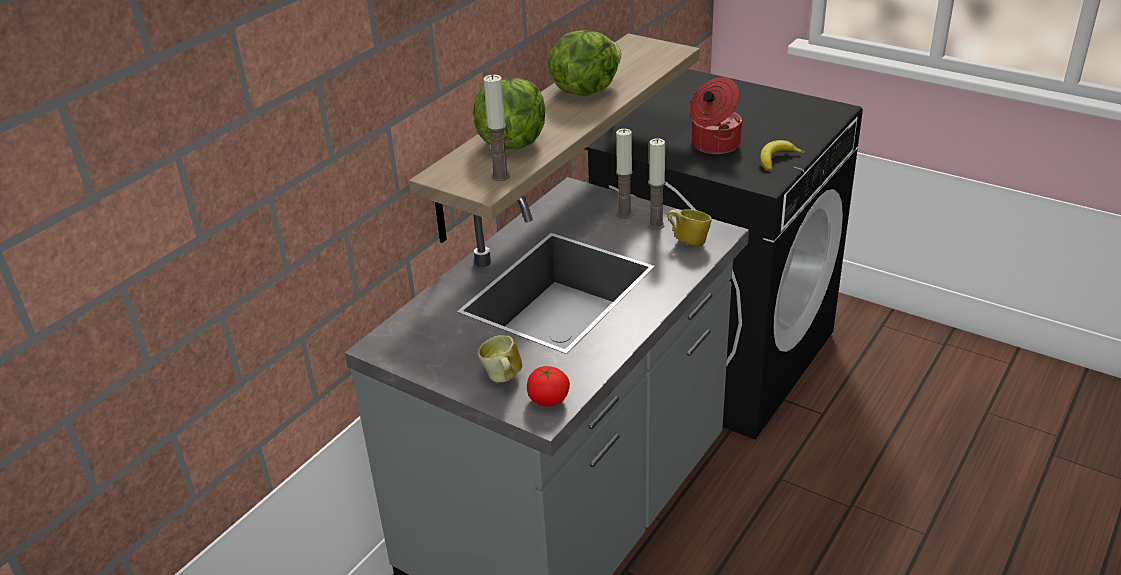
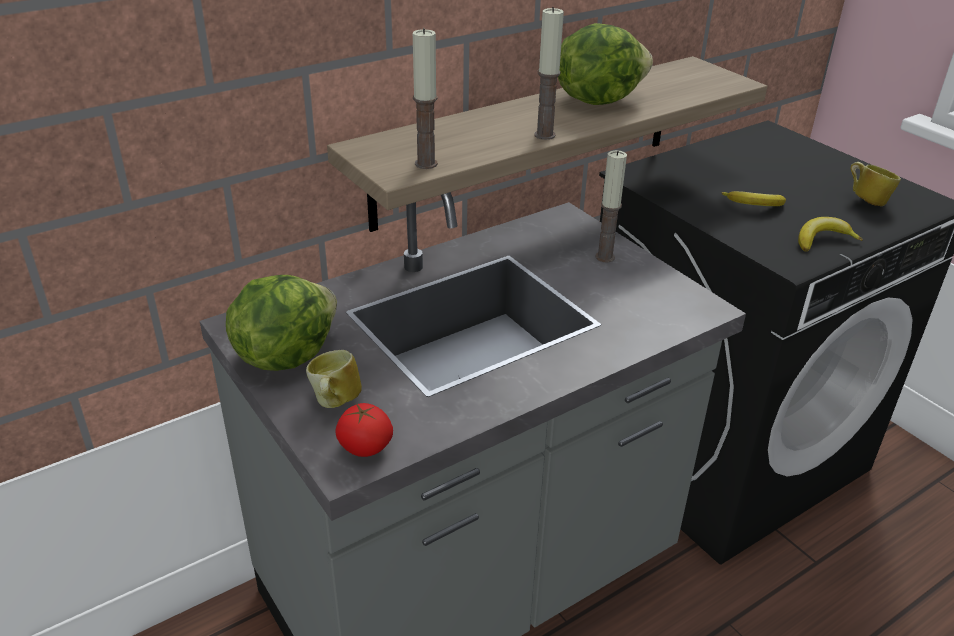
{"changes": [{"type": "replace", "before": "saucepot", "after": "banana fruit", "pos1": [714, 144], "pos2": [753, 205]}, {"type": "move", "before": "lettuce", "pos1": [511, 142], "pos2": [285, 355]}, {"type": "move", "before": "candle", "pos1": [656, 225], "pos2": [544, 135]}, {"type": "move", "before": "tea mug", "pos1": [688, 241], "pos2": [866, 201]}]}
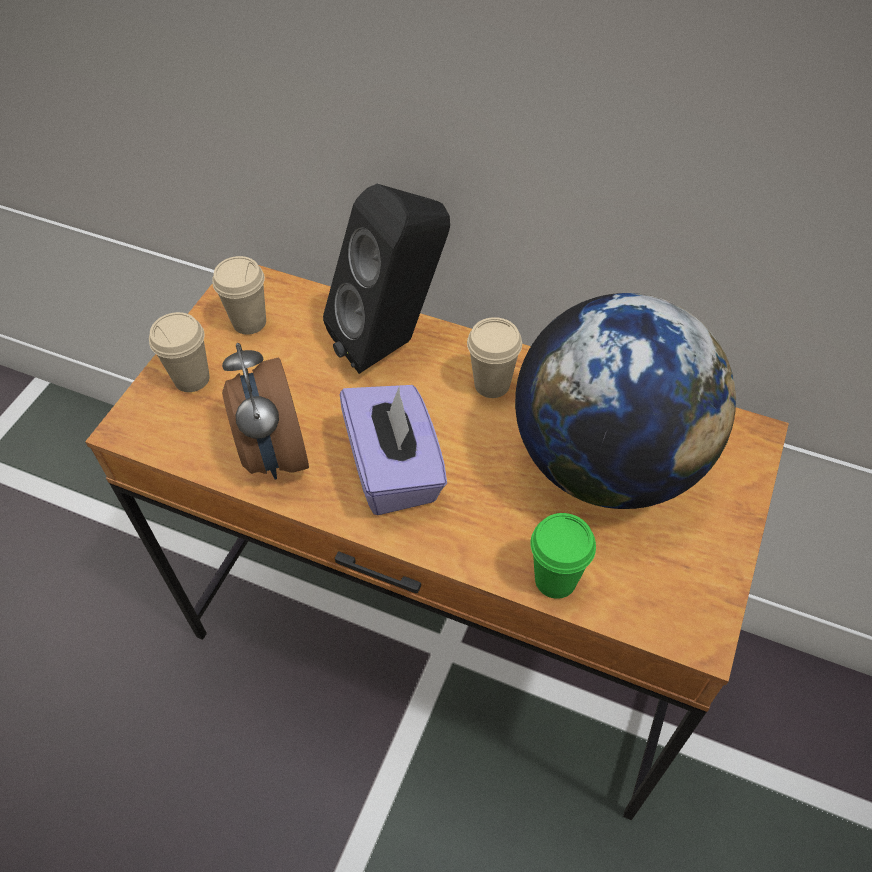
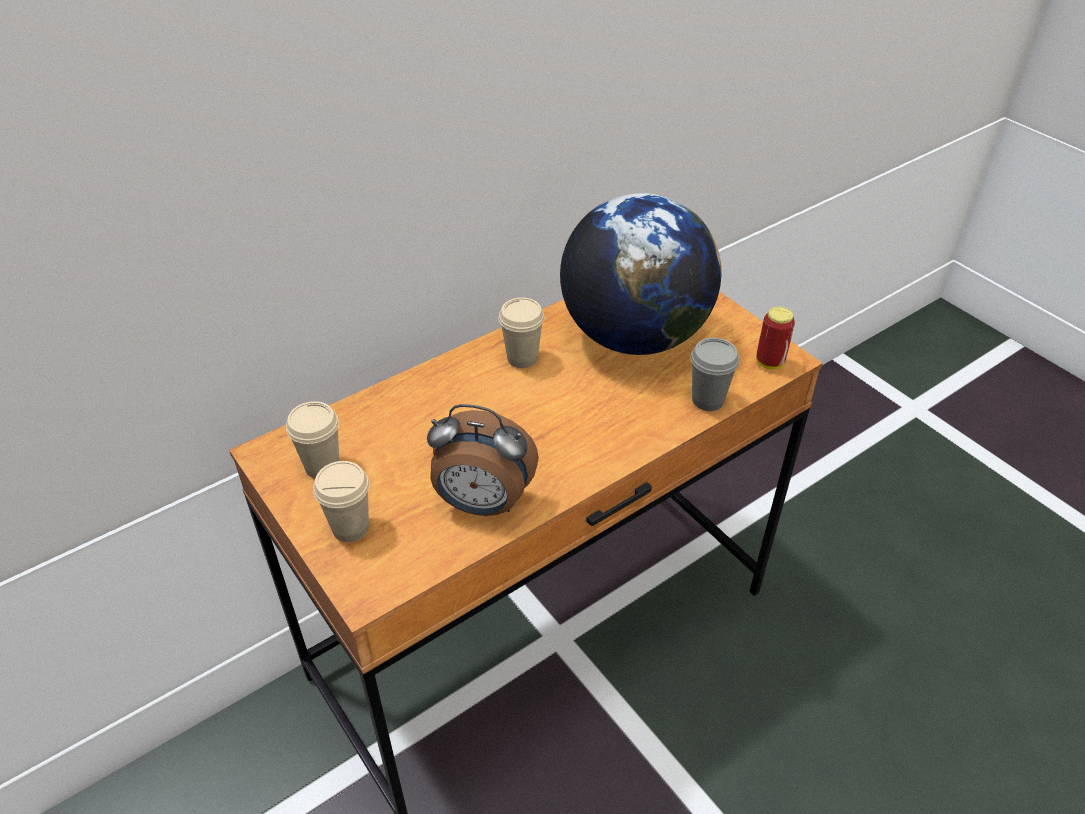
{"changes": [{"type": "delete", "before": "blackish loudspeaker", "pos1": [393, 343]}, {"type": "delete", "before": "purple tissue holder", "pos1": [395, 469]}, {"type": "recolor", "before": "green-coloured drinking cup", "after": "gray drinking cup", "pos1": [555, 579], "pos2": [707, 400]}, {"type": "insert", "after": "sealed can", "pos2": [769, 362]}]}
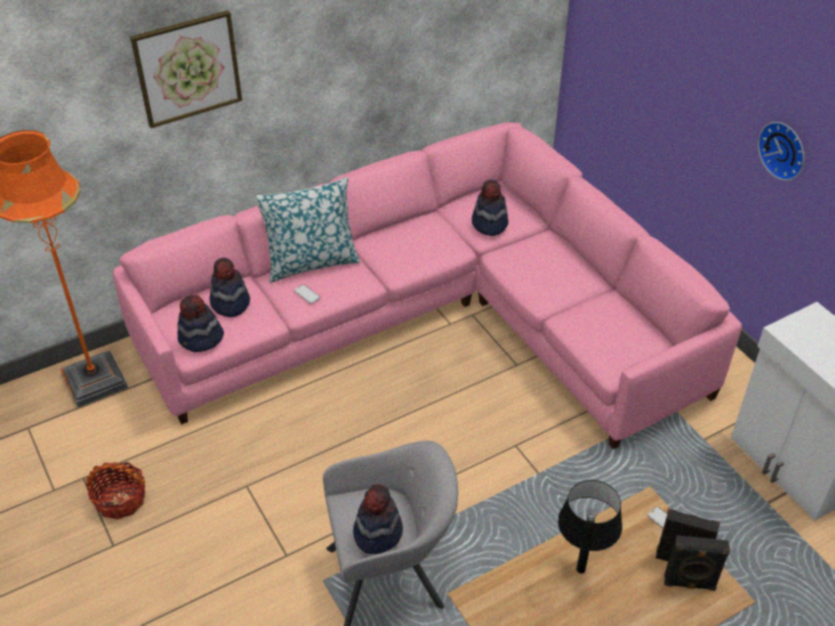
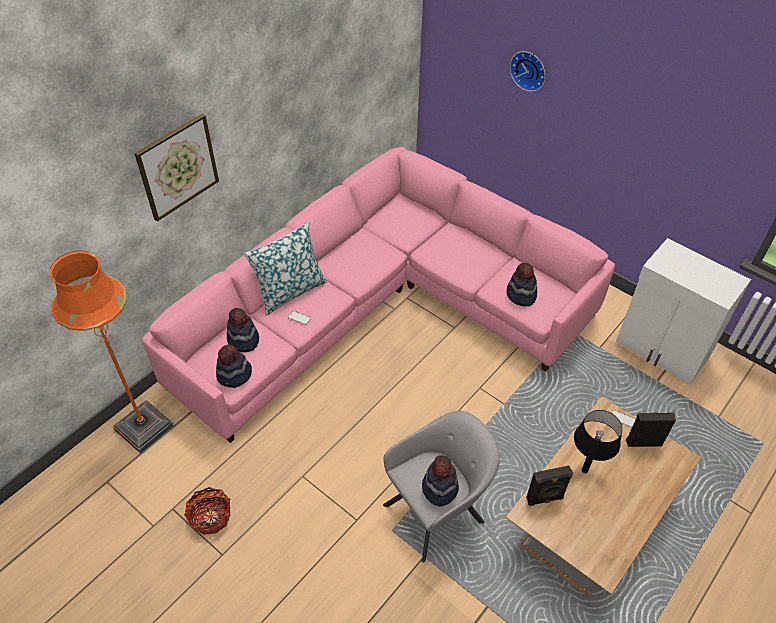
{"changes": [{"type": "move", "before": "wall clock", "pos1": [784, 149], "pos2": [529, 70]}, {"type": "move", "before": "wearable hat", "pos1": [489, 224], "pos2": [520, 295]}, {"type": "move", "before": "blackish loudspeaker", "pos1": [689, 584], "pos2": [545, 499]}]}
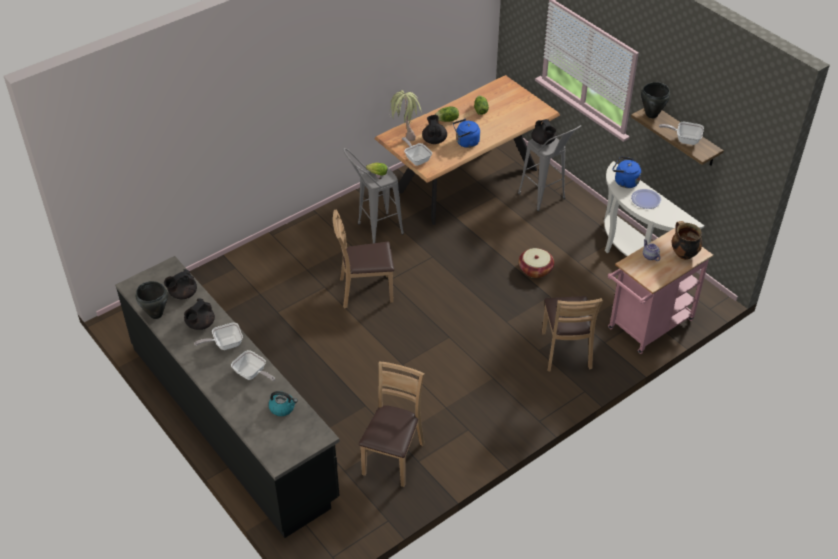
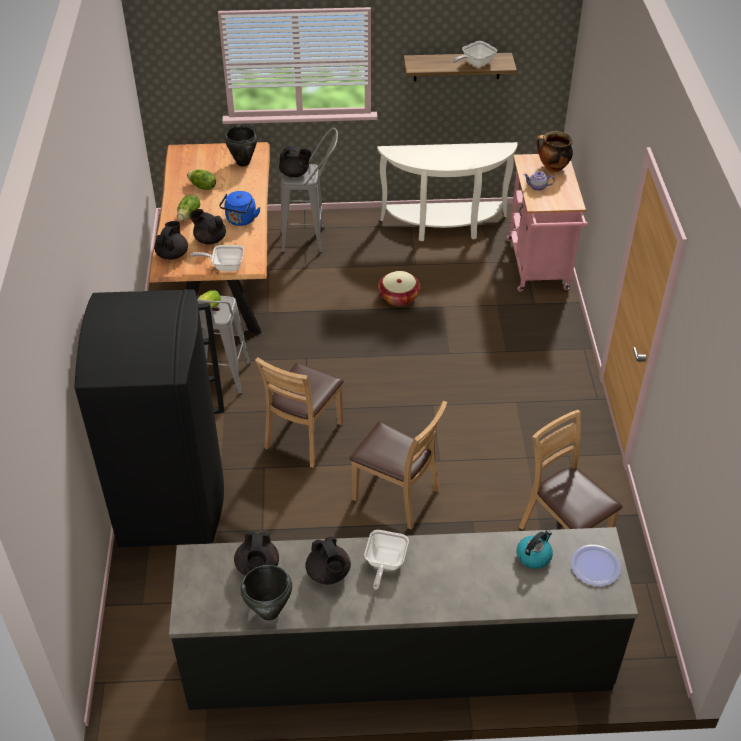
{"changes": [{"type": "move", "before": "blackish saucepot", "pos1": [651, 114], "pos2": [243, 163]}, {"type": "replace", "before": "potted plant", "after": "blackish teapot", "pos1": [404, 133], "pos2": [172, 254]}, {"type": "delete", "before": "bluish tea kettle", "pos1": [624, 182]}, {"type": "move", "before": "dinner plate", "pos1": [646, 199], "pos2": [595, 566]}, {"type": "move", "before": "brownish upright chair", "pos1": [565, 351], "pos2": [396, 496]}, {"type": "delete", "before": "skillet", "pos1": [252, 374]}, {"type": "insert", "after": "blackish fridge", "pos2": [172, 498]}]}
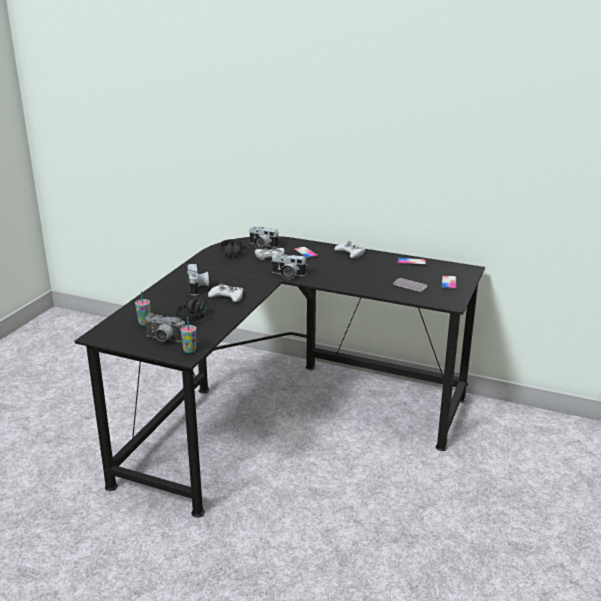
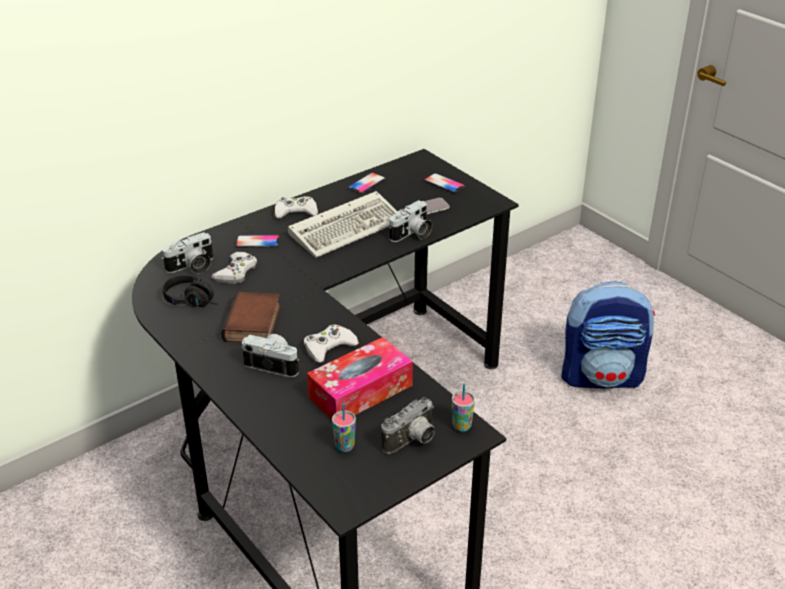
{"changes": [{"type": "move", "before": "photo camera", "pos1": [287, 275], "pos2": [412, 234]}, {"type": "replace", "before": "blackish headset", "after": "tissue holder", "pos1": [195, 315], "pos2": [360, 391]}, {"type": "insert", "after": "PC keyboard", "pos2": [348, 228]}, {"type": "insert", "after": "rucksack", "pos2": [602, 376]}, {"type": "insert", "after": "volume", "pos2": [254, 324]}]}
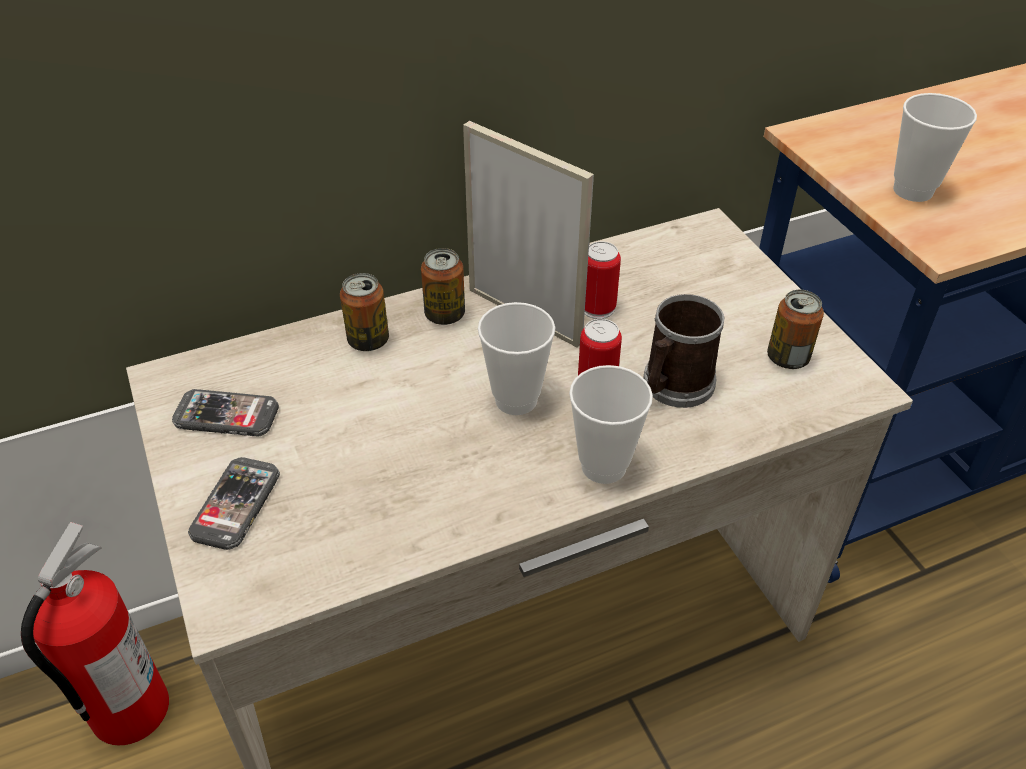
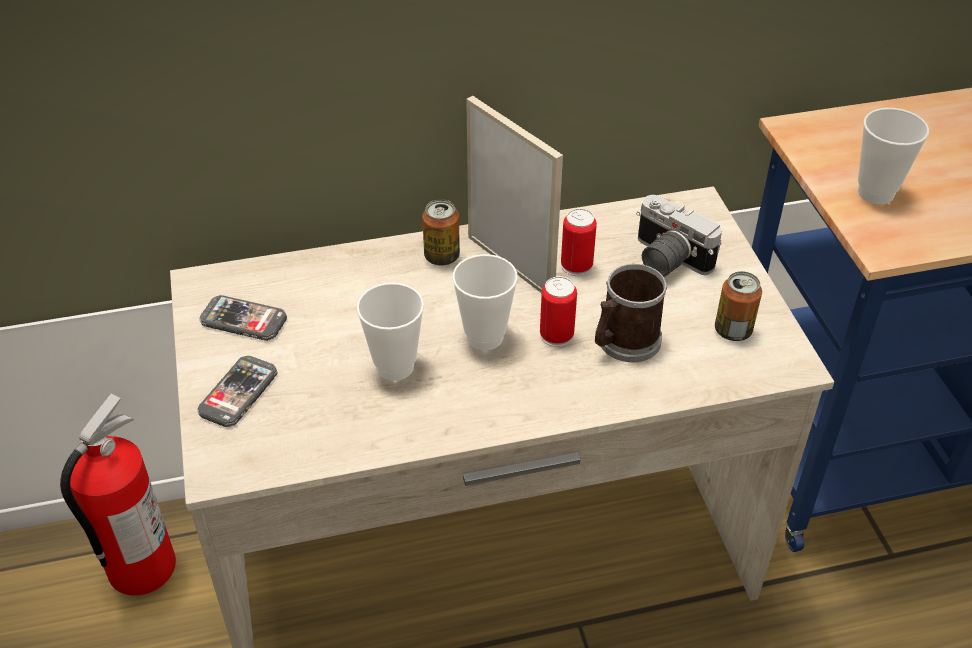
{"changes": [{"type": "delete", "before": "sealed can", "pos1": [368, 340]}, {"type": "move", "before": "drinking cup", "pos1": [603, 466], "pos2": [395, 367]}, {"type": "insert", "after": "photo camera", "pos2": [665, 260]}]}
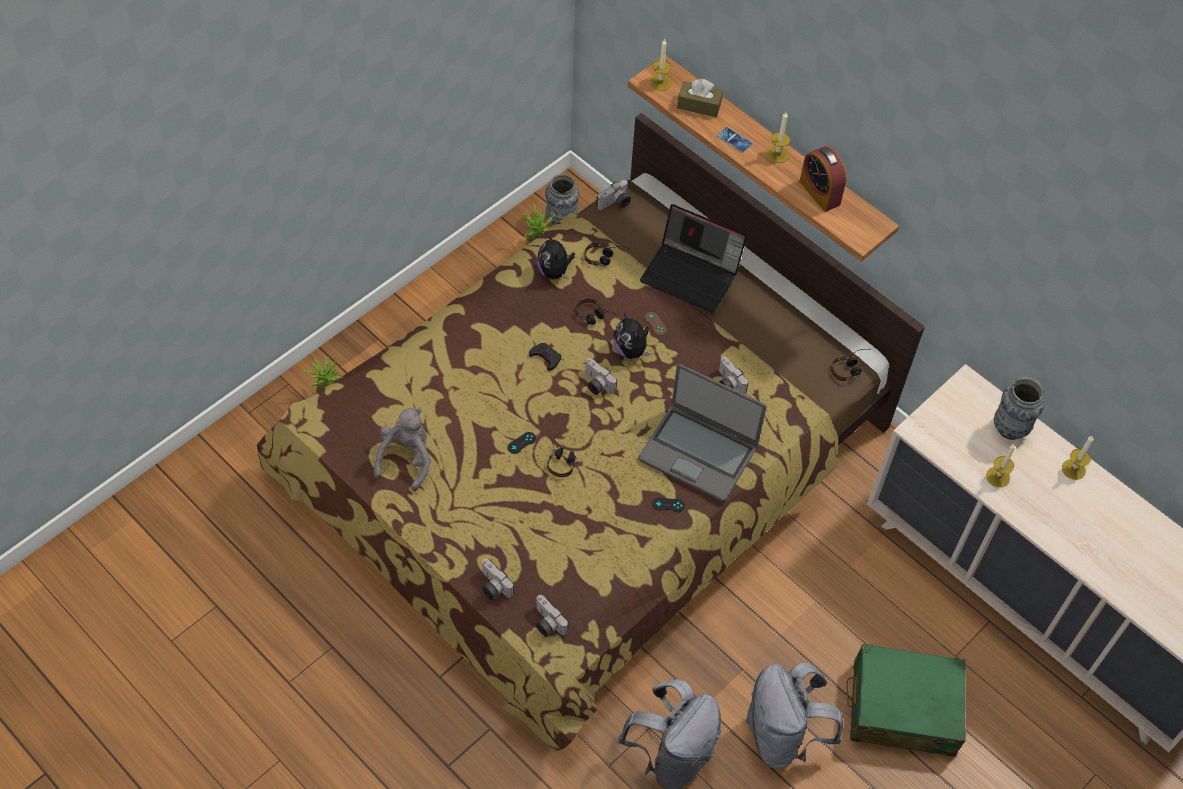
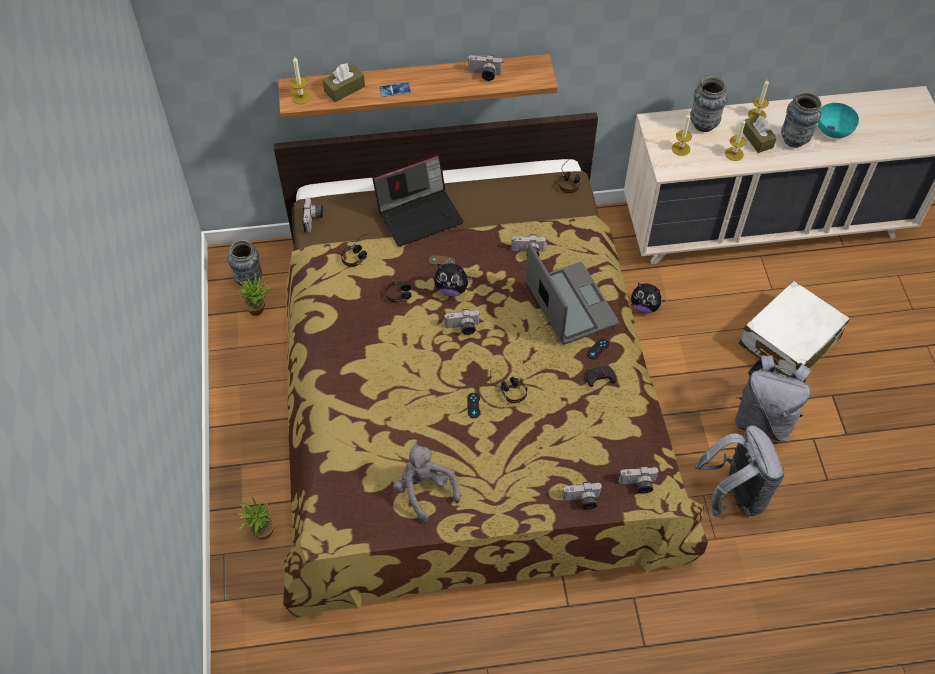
{"changes": [{"type": "move", "before": "candle", "pos1": [777, 154], "pos2": [681, 148]}, {"type": "replace", "before": "bedside clock", "after": "photo camera", "pos1": [819, 192], "pos2": [484, 75]}, {"type": "move", "before": "soft toy", "pos1": [554, 272], "pos2": [645, 306]}, {"type": "move", "before": "blackish game controller", "pos1": [546, 357], "pos2": [600, 377]}, {"type": "rotate", "before": "notebook computer", "pos1": [698, 453], "pos2": [569, 305], "turn": -90}, {"type": "recolor", "before": "green-coloured piece of luggage", "after": "white-coloured piece of luggage", "pos1": [902, 708], "pos2": [789, 341]}, {"type": "insert", "after": "vase", "pos2": [794, 140]}, {"type": "insert", "after": "turquoise-coloured serving bowl", "pos2": [833, 130]}, {"type": "insert", "after": "brownish tissue holder", "pos2": [757, 139]}]}
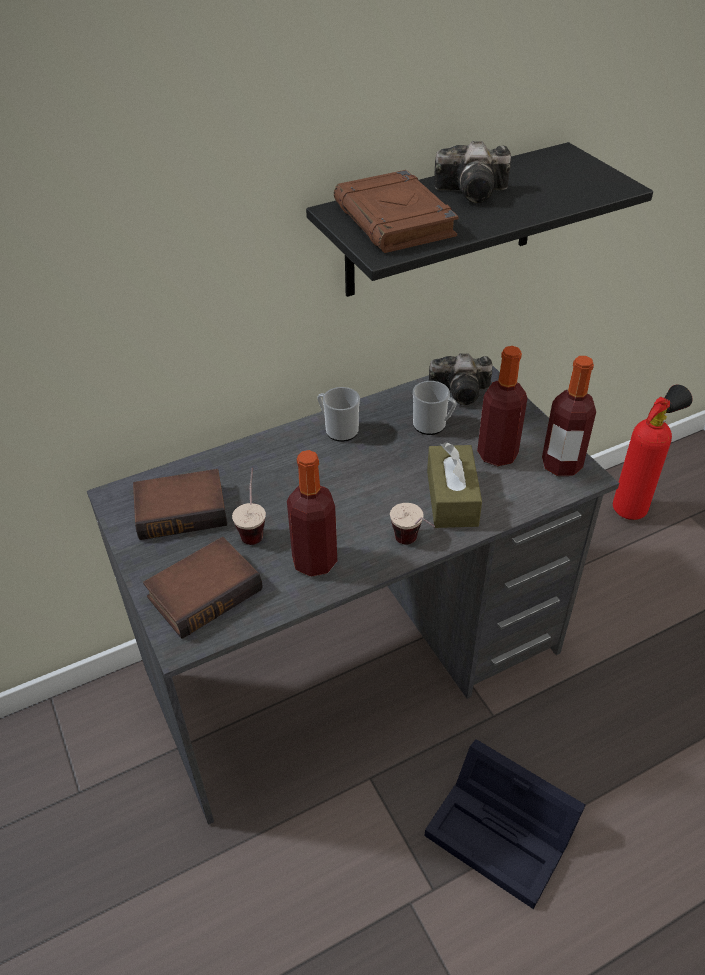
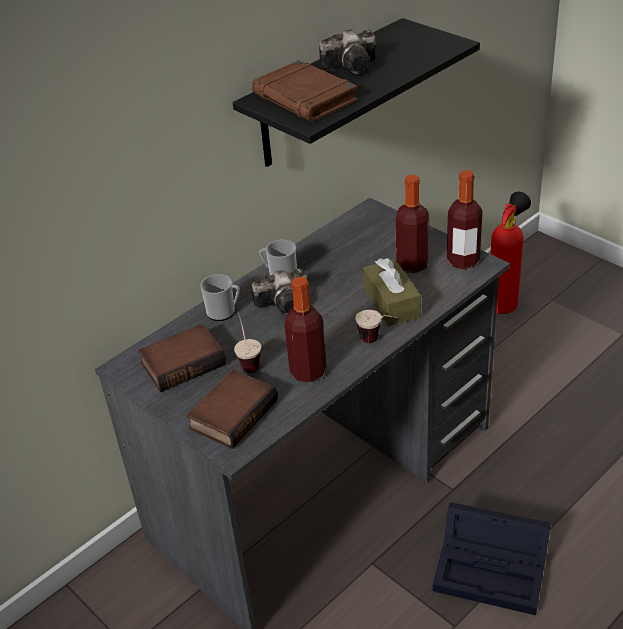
{"changes": [{"type": "move", "before": "photo camera", "pos1": [463, 391], "pos2": [286, 303]}, {"type": "move", "before": "tea mug", "pos1": [433, 425], "pos2": [224, 312]}]}
